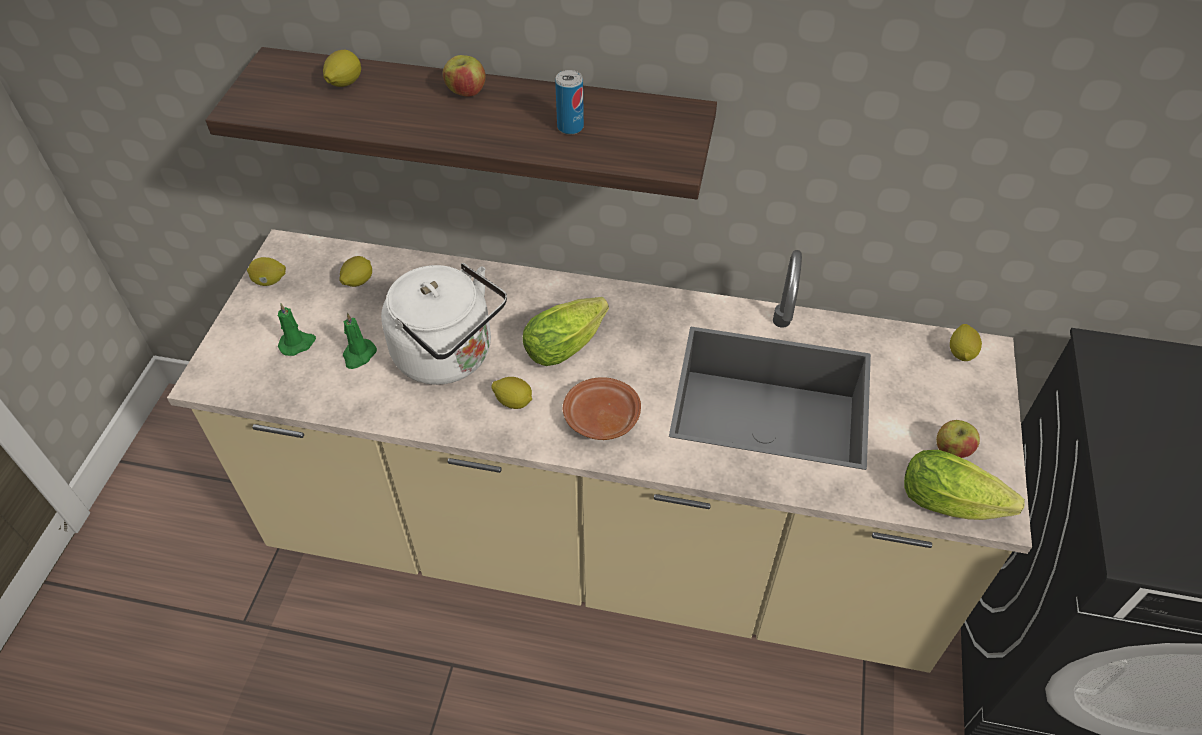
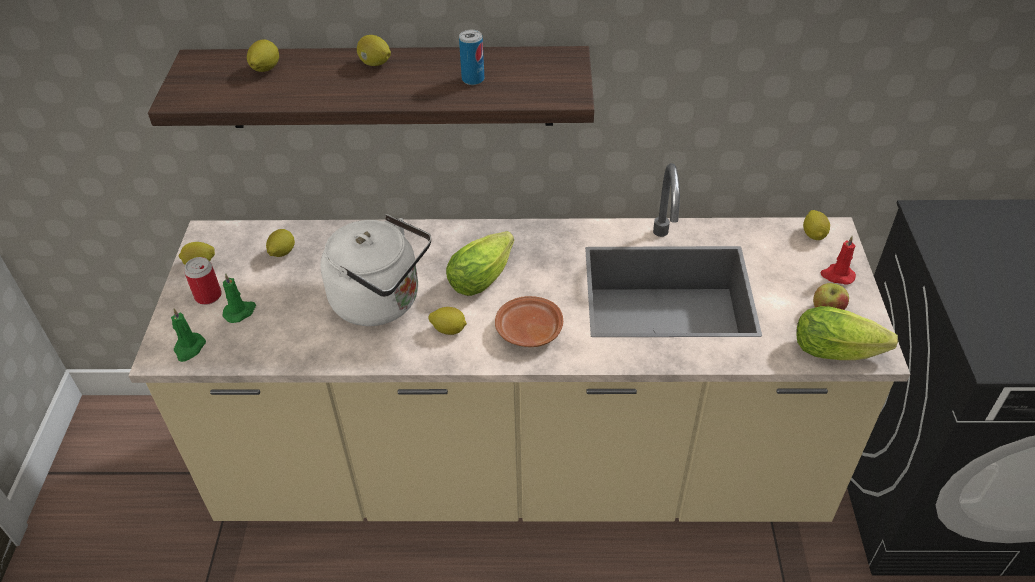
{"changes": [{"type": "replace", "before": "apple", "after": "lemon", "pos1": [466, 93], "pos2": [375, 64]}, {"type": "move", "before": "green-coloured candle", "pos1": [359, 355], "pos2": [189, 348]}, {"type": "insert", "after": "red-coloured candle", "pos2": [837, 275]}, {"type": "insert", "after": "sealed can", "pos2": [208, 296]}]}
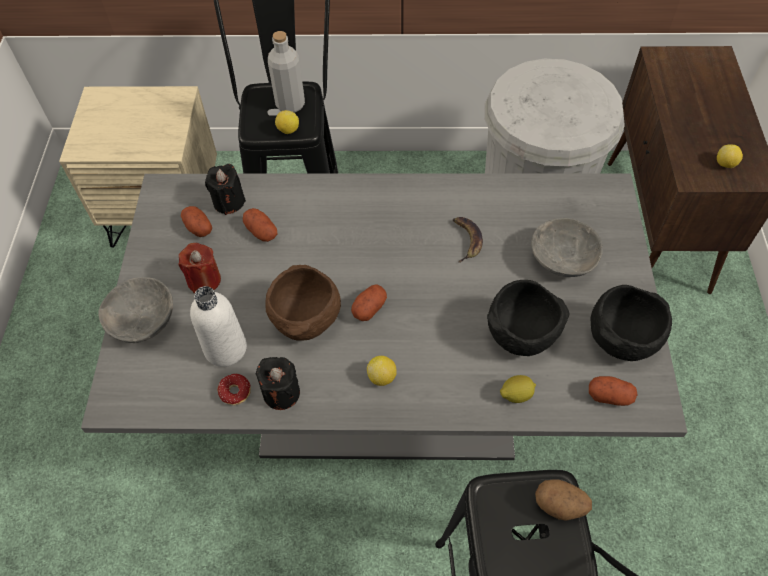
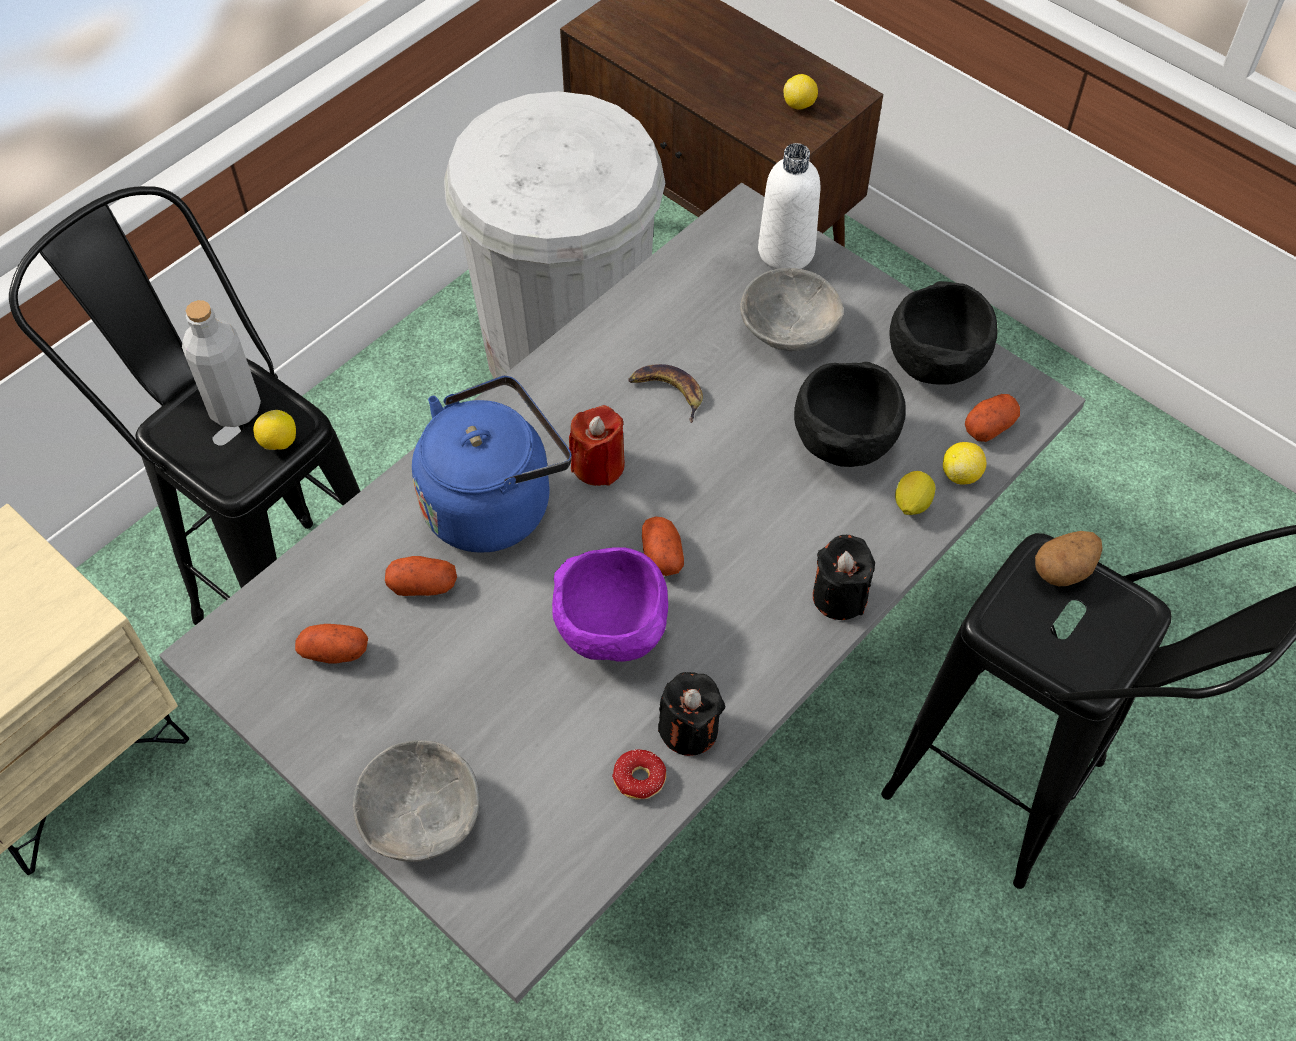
{"changes": [{"type": "move", "before": "blackish candle", "pos1": [229, 202], "pos2": [839, 596]}, {"type": "move", "before": "red-coloured candle", "pos1": [204, 280], "pos2": [598, 465]}, {"type": "recolor", "before": "brownish serving bowl", "after": "purple serving bowl", "pos1": [307, 322], "pos2": [615, 632]}, {"type": "move", "before": "white-coloured bottle", "pos1": [225, 348], "pos2": [786, 251]}, {"type": "move", "before": "lemon", "pos1": [382, 377], "pos2": [961, 474]}, {"type": "insert", "after": "bluish tea kettle", "pos2": [494, 502]}]}
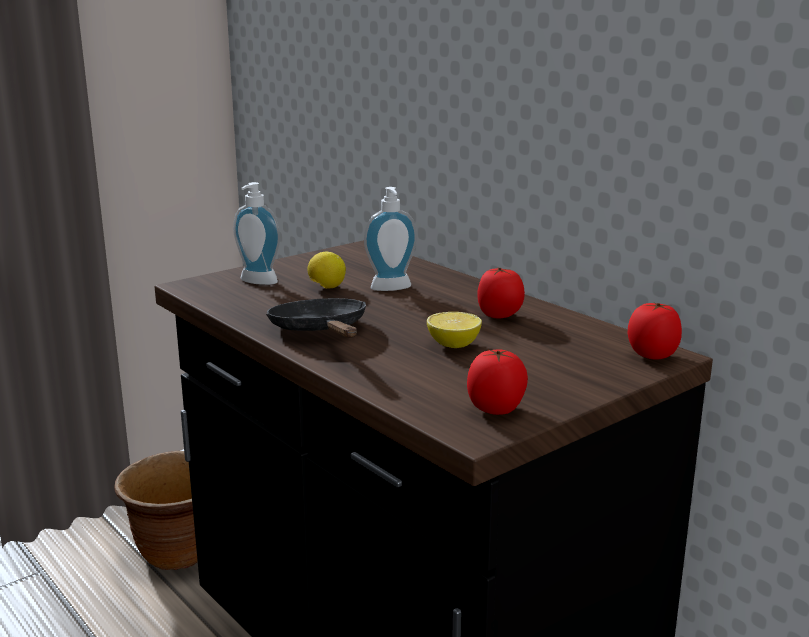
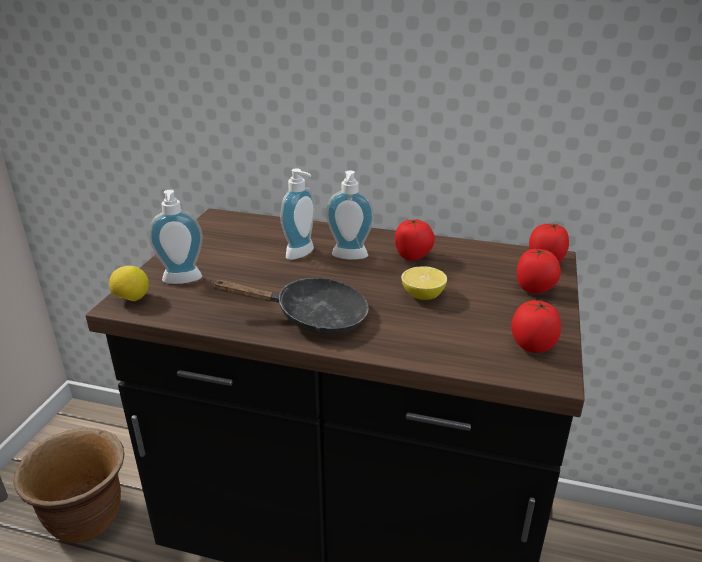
{"changes": [{"type": "move", "before": "lemon", "pos1": [326, 287], "pos2": [131, 299]}, {"type": "rotate", "before": "blackish skillet", "pos1": [321, 331], "pos2": [312, 317], "turn": 150}, {"type": "insert", "after": "soap bottle", "pos2": [349, 257]}, {"type": "insert", "after": "whole tomato", "pos2": [534, 289]}]}
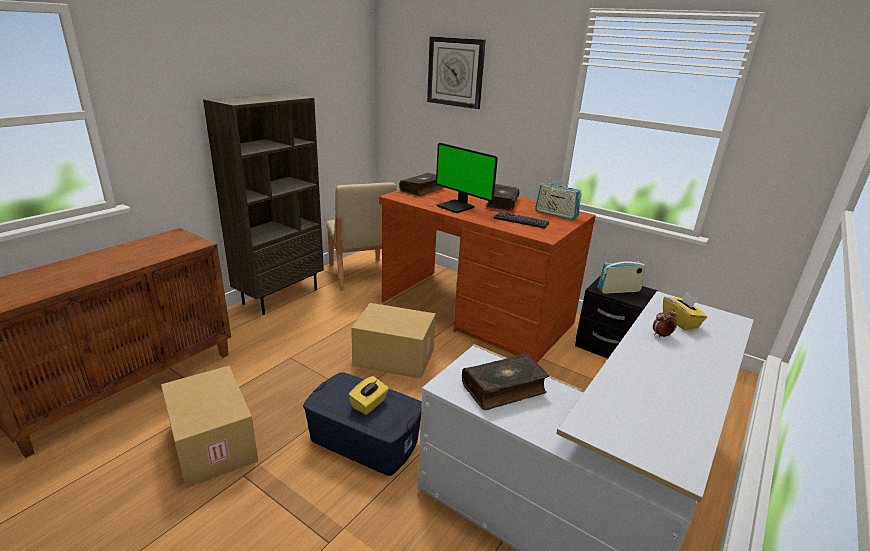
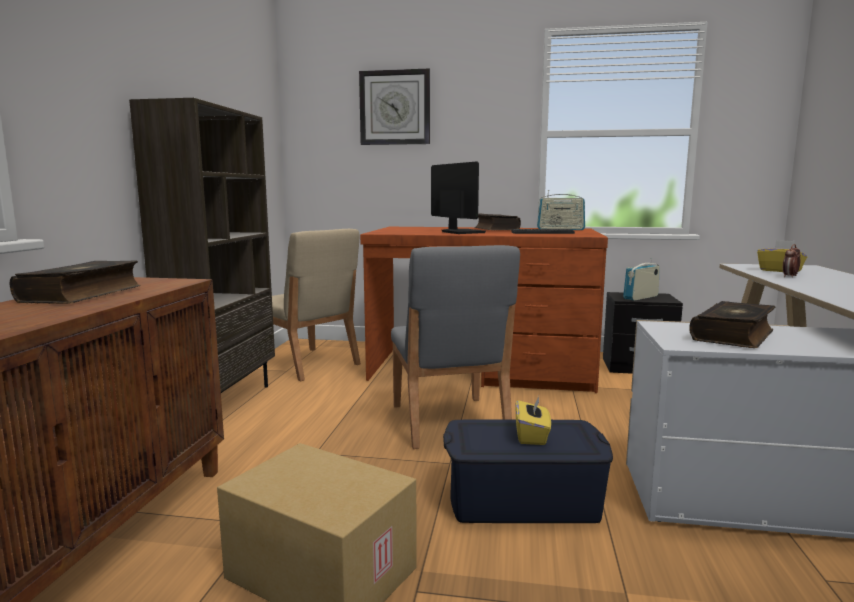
{"changes": [{"type": "rotate", "before": "monitor", "pos1": [457, 206], "pos2": [461, 232], "turn": -135}, {"type": "move", "before": "volume", "pos1": [423, 189], "pos2": [83, 294]}, {"type": "replace", "before": "carton", "after": "gray upright chair", "pos1": [393, 358], "pos2": [448, 422]}]}
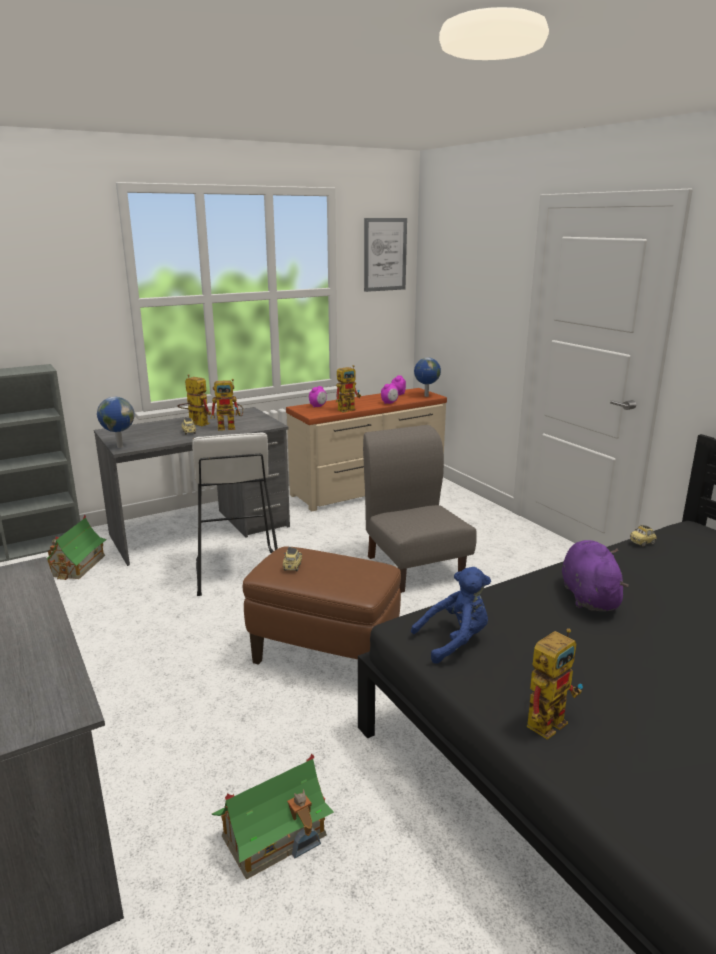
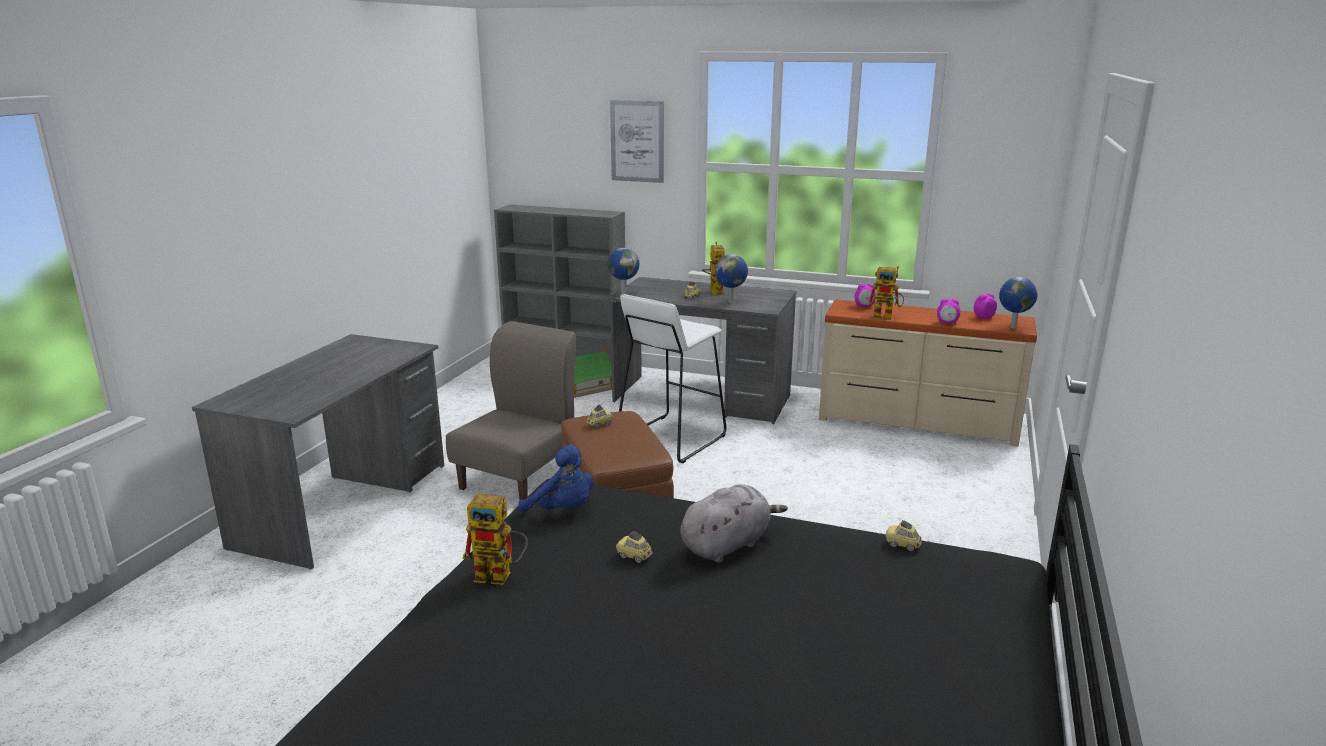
{"changes": [{"type": "move", "before": "picture", "pos1": [385, 254], "pos2": [637, 141]}, {"type": "replace", "before": "toy robot", "after": "desk globe", "pos1": [230, 427], "pos2": [731, 302]}, {"type": "move", "before": "gray upright chair", "pos1": [414, 566], "pos2": [519, 478]}, {"type": "recolor", "before": "purple soft toy", "after": "gray soft toy", "pos1": [588, 596], "pos2": [727, 544]}, {"type": "delete", "before": "miniature house", "pos1": [275, 835]}, {"type": "insert", "after": "miniature car", "pos2": [634, 556]}]}
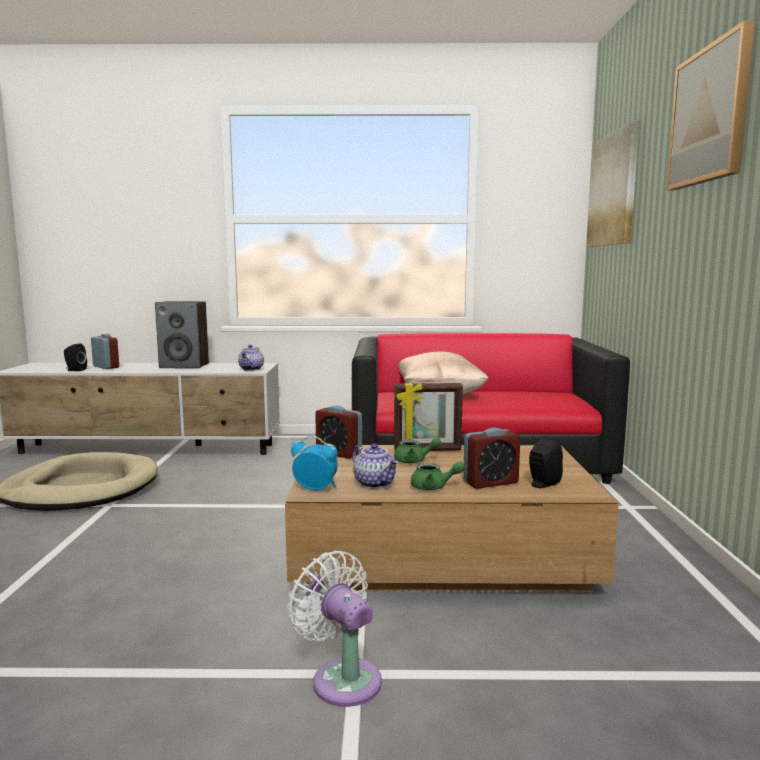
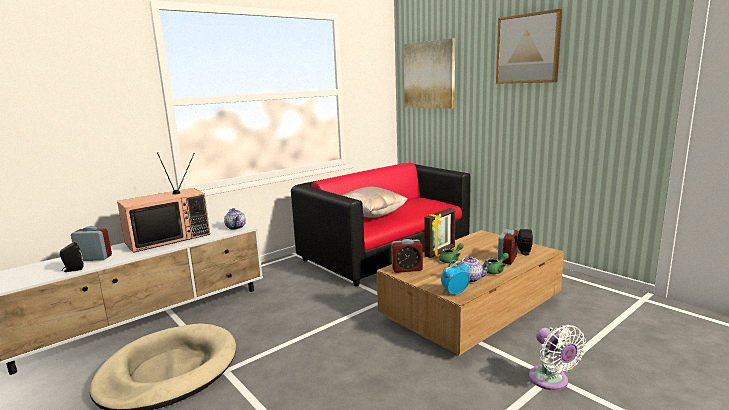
{"changes": [{"type": "replace", "before": "loudspeaker", "after": "TV", "pos1": [185, 366], "pos2": [169, 238]}, {"type": "rotate", "before": "white-coloured fan", "pos1": [342, 678], "pos2": [551, 381], "turn": -120}]}
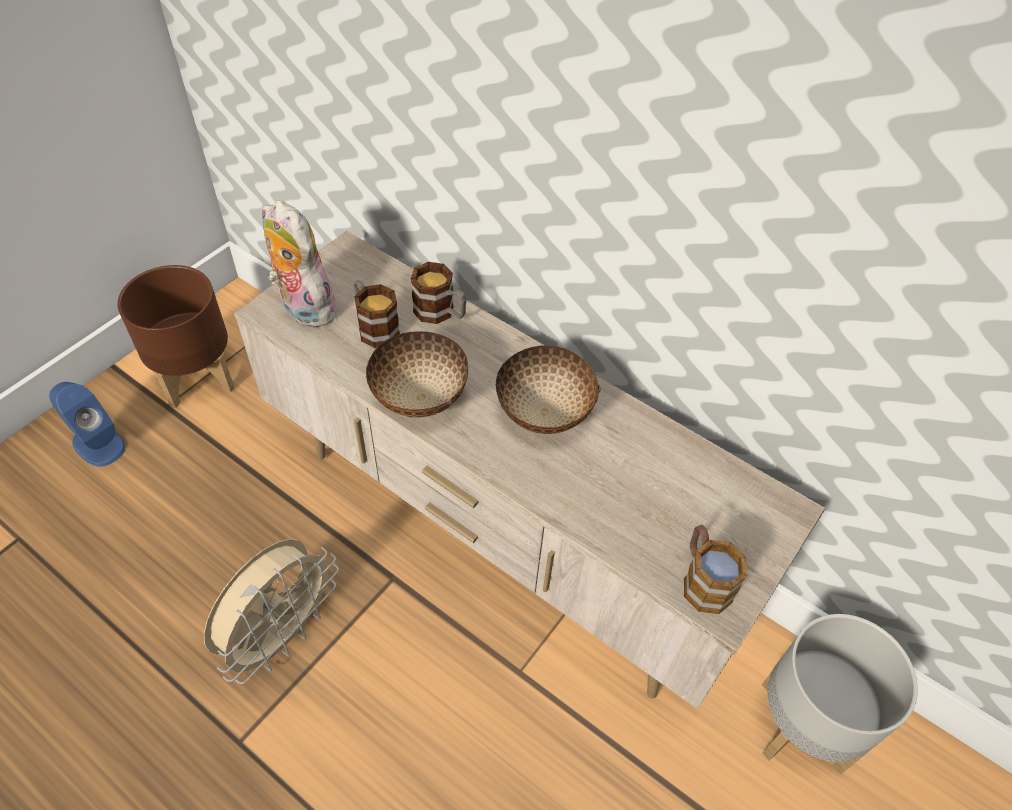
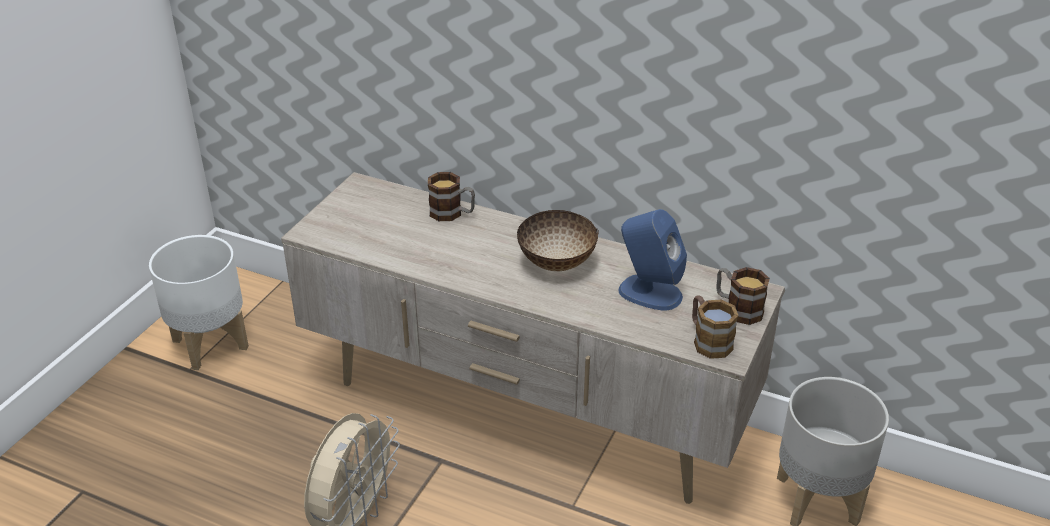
{"changes": [{"type": "delete", "before": "soft toy", "pos1": [303, 308]}, {"type": "recolor", "before": "brownish plant pot", "after": "white-coloured plant pot", "pos1": [196, 378], "pos2": [209, 344]}, {"type": "move", "before": "tea mug", "pos1": [374, 326], "pos2": [737, 308]}, {"type": "delete", "before": "serving bowl", "pos1": [418, 398]}, {"type": "move", "before": "bluish loudspeaker", "pos1": [98, 443], "pos2": [649, 293]}]}
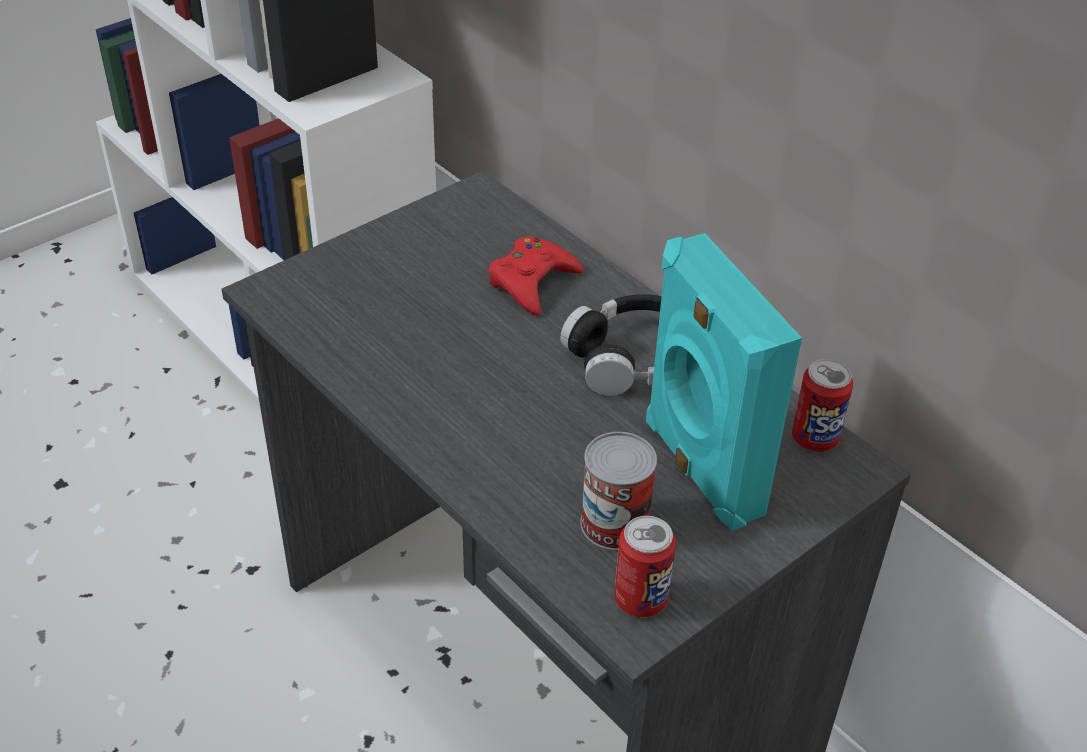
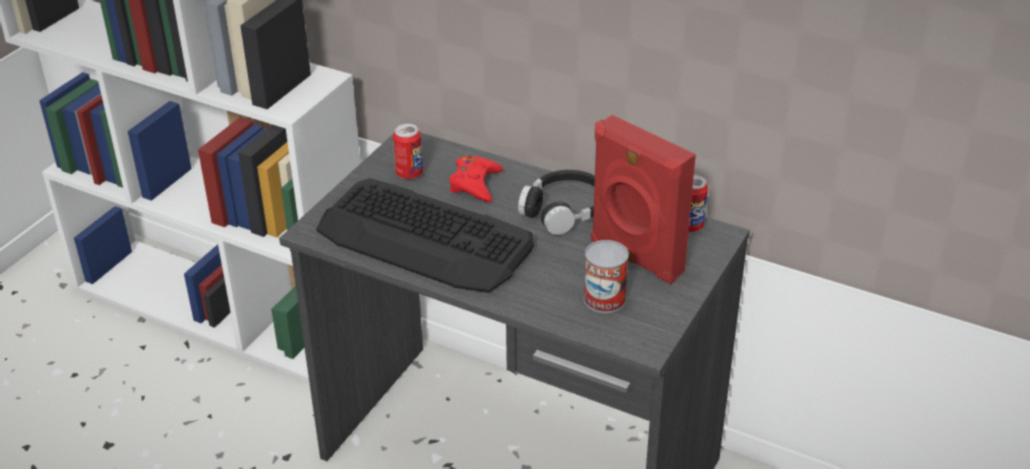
{"changes": [{"type": "recolor", "before": "turquoise-coloured loudspeaker", "after": "red-coloured loudspeaker", "pos1": [699, 468], "pos2": [634, 258]}, {"type": "move", "before": "sealed can", "pos1": [640, 599], "pos2": [409, 173]}, {"type": "insert", "after": "PC keyboard", "pos2": [425, 238]}]}
